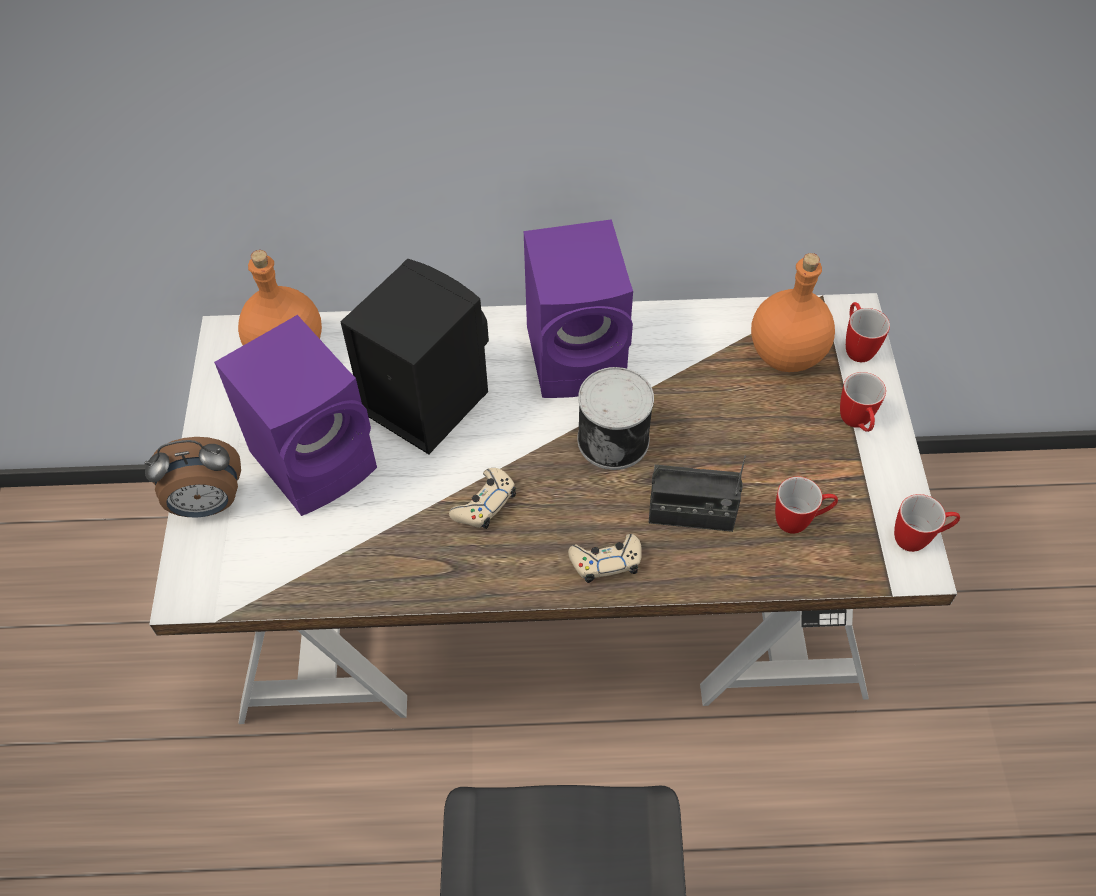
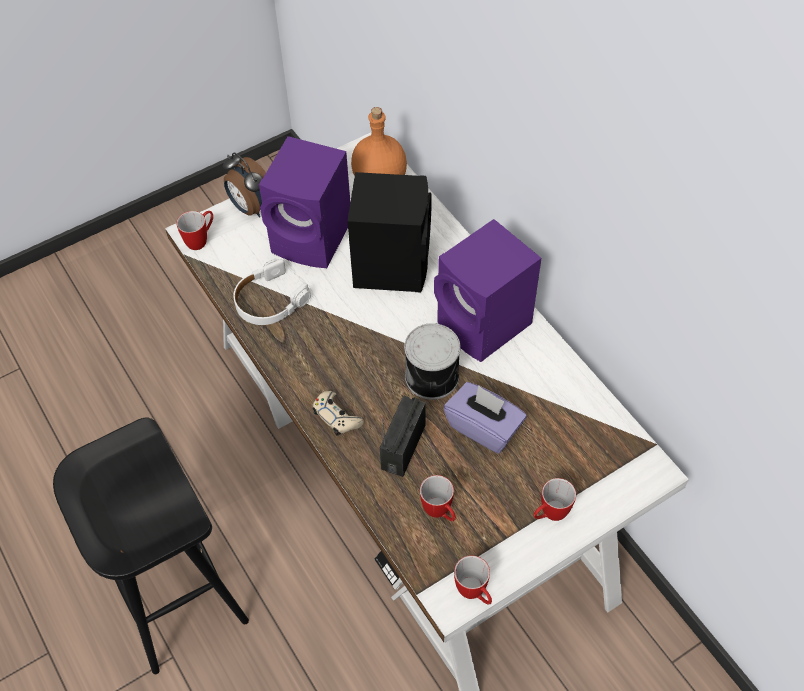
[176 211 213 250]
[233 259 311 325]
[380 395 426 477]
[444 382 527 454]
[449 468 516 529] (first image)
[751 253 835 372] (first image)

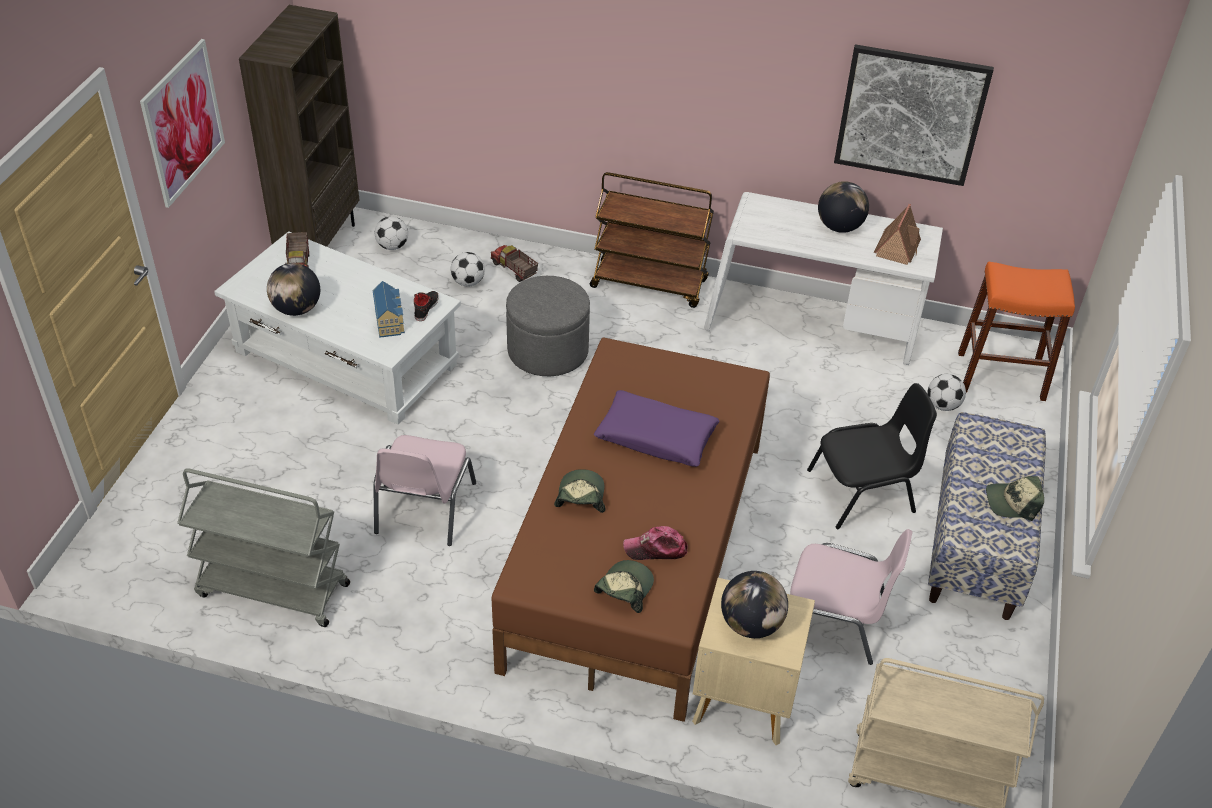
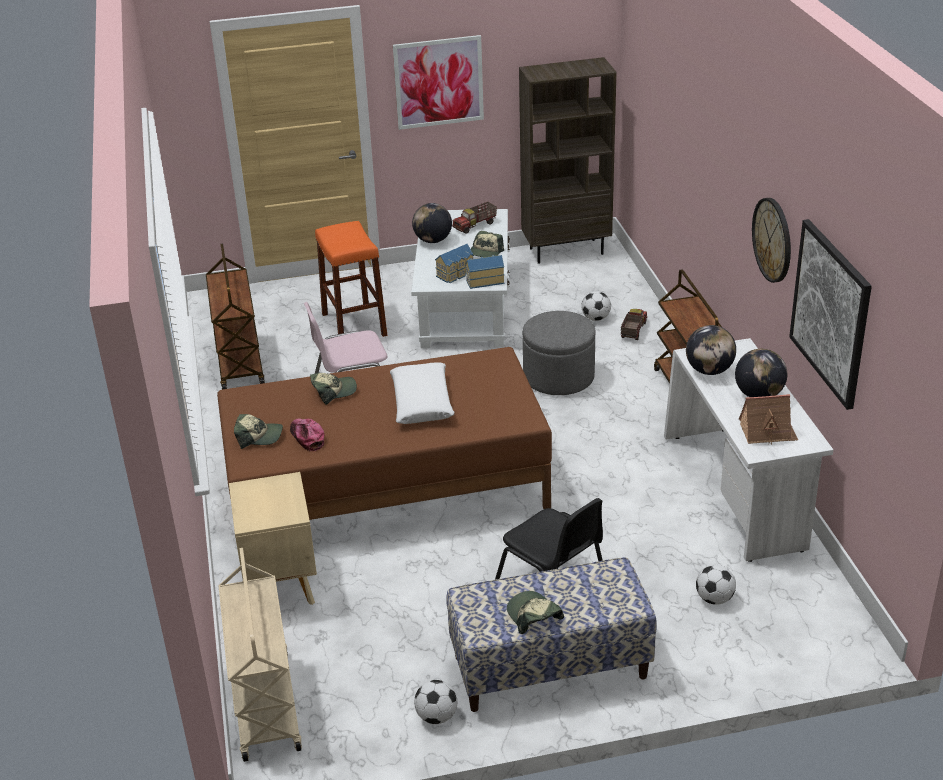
[206 244 265 390]
[315 221 387 337]
[390 362 455 424]
[414 680 457 724]
[465 255 505 289]
[471 231 504 257]
[686 325 736 375]
[752 198 791 283]
[790 529 912 665] (first image)

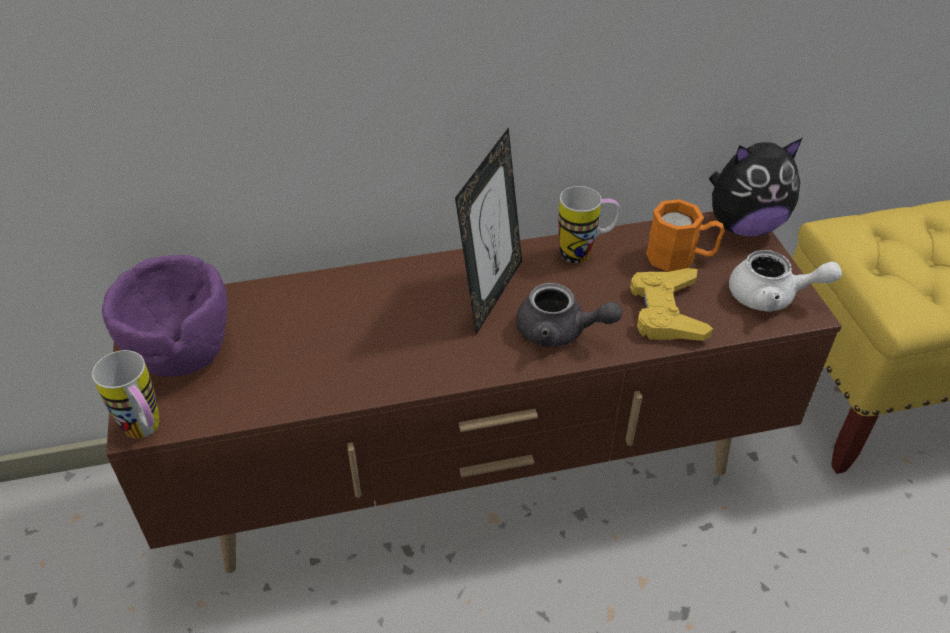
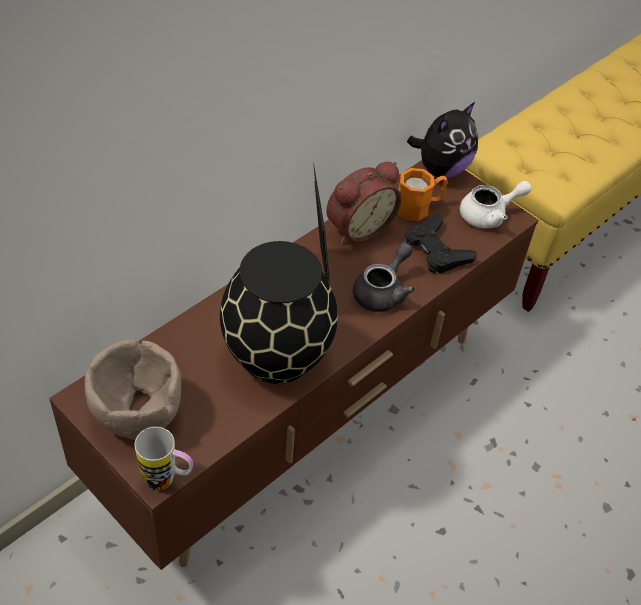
[85 339 181 440]
[220 241 338 384]
[326 162 401 244]
[353 242 415 312]
[405 213 477 274]

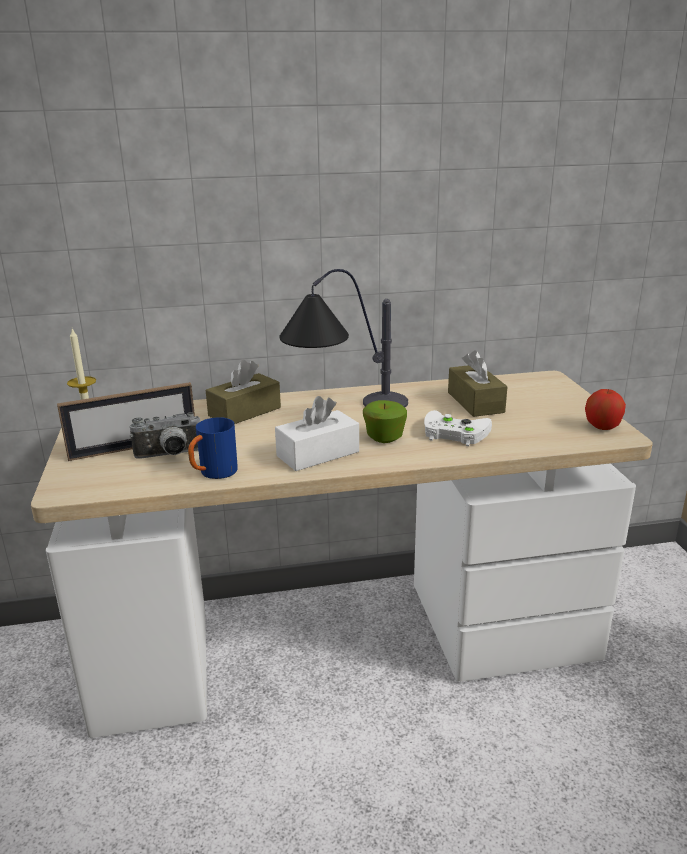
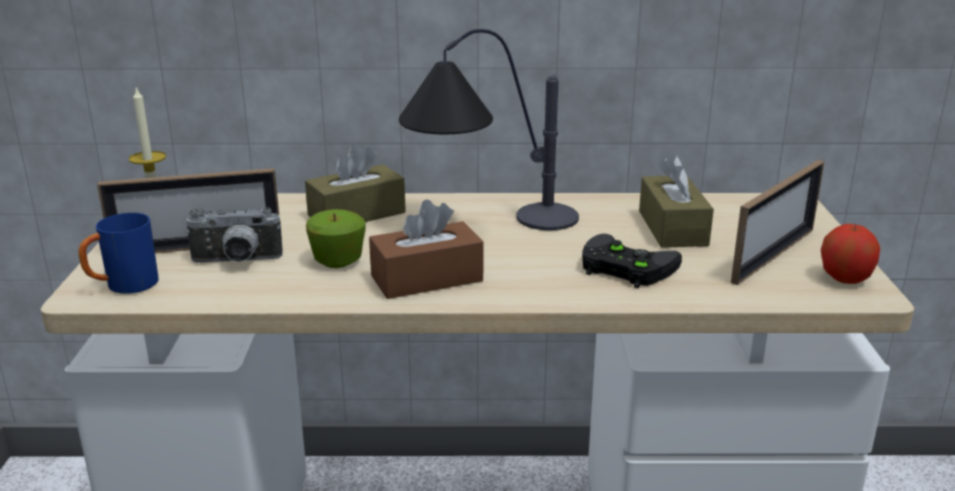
[79 213 159 294]
[306 209 366 268]
[369 199 483 299]
[582 234 682 288]
[731 160 824 285]

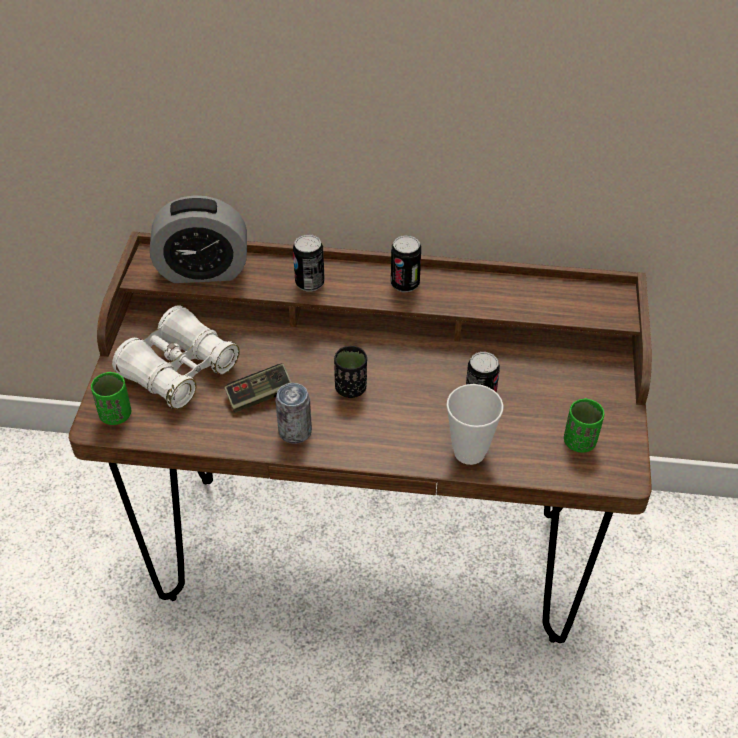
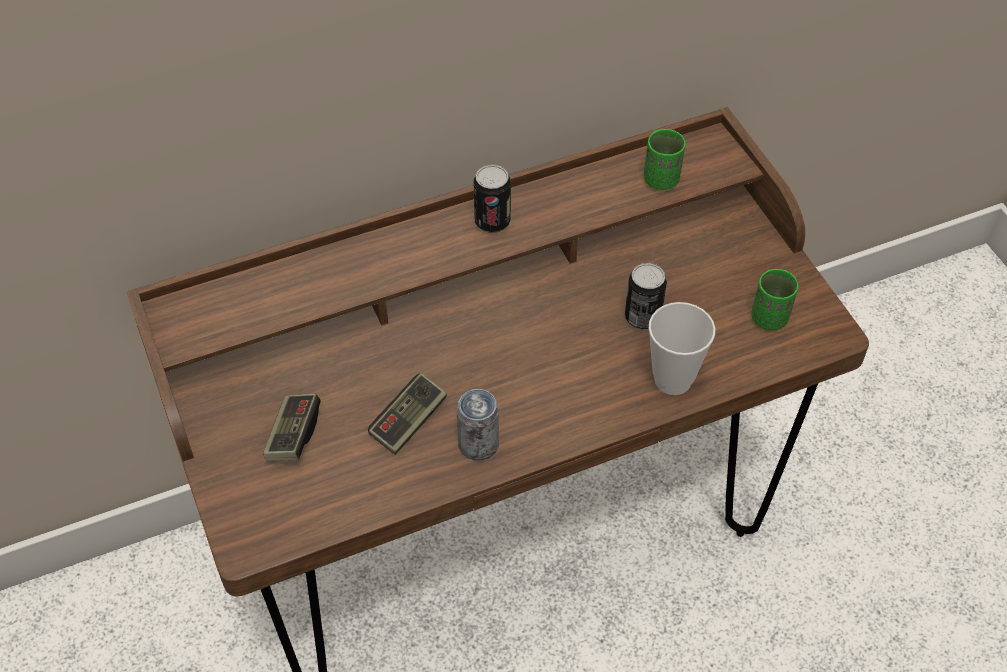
[263 394 321 461]
[644 129 686 190]
[150 195 247 283] (first image)
[293 234 325 292] (first image)
[334 346 367 398] (first image)

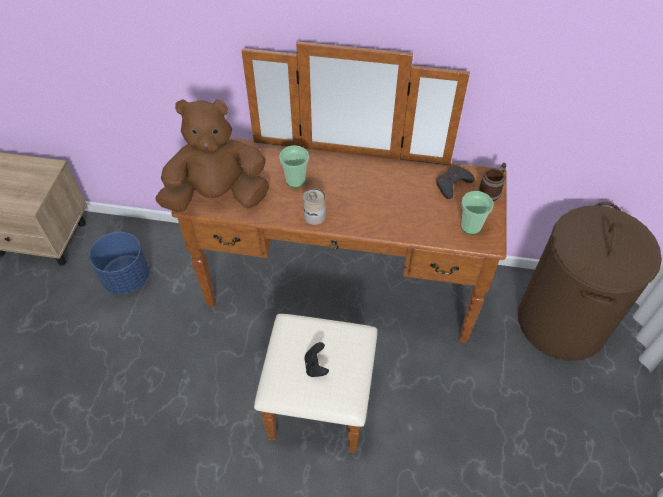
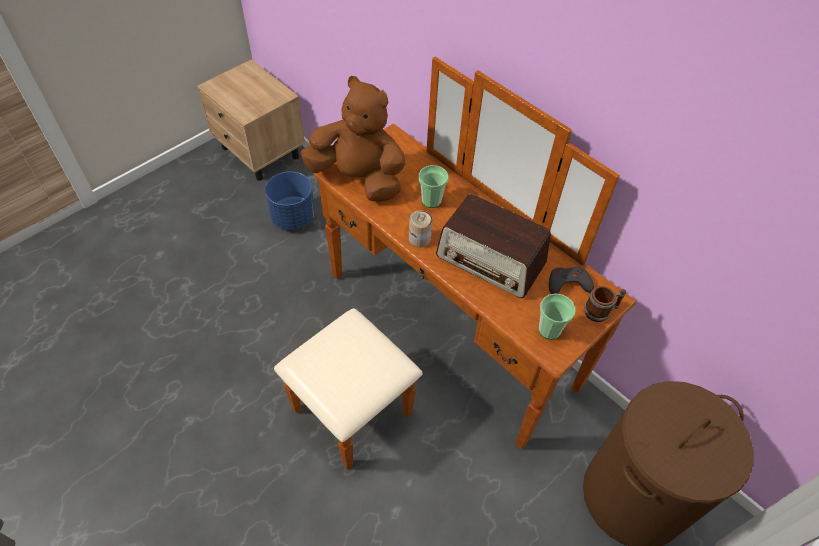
[436 194 551 298]
[304 342 329 377] (first image)

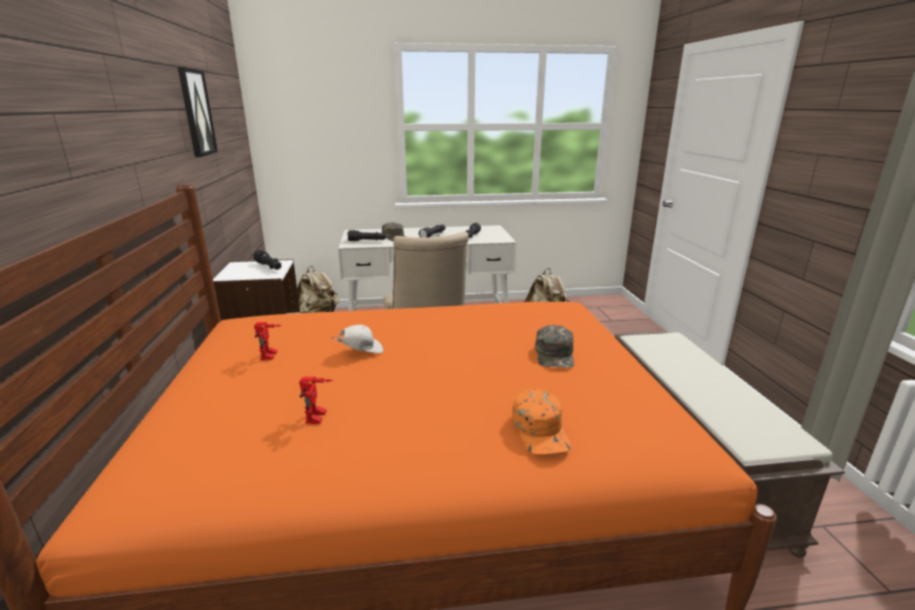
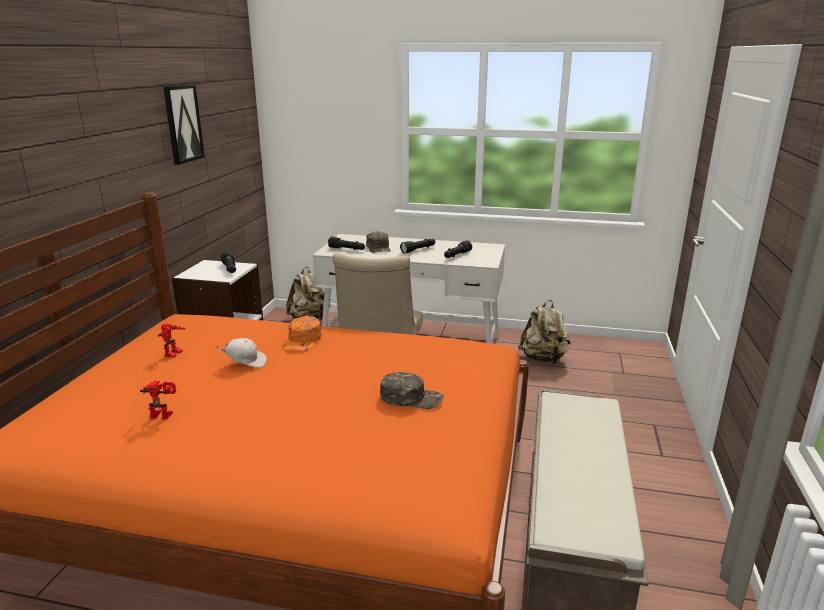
[140 381 176 420]
[283 316 322 351]
[380 372 444 409]

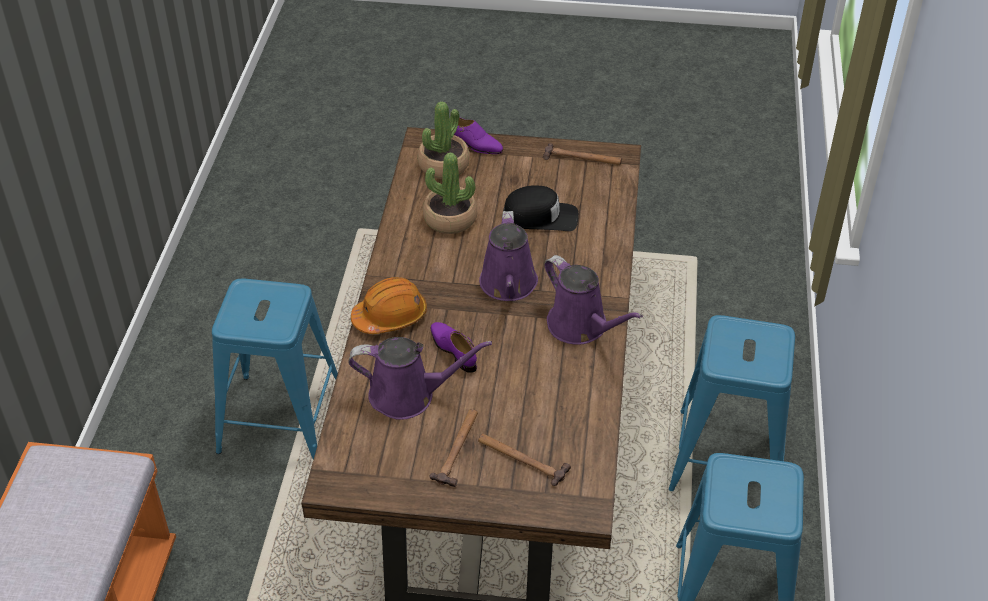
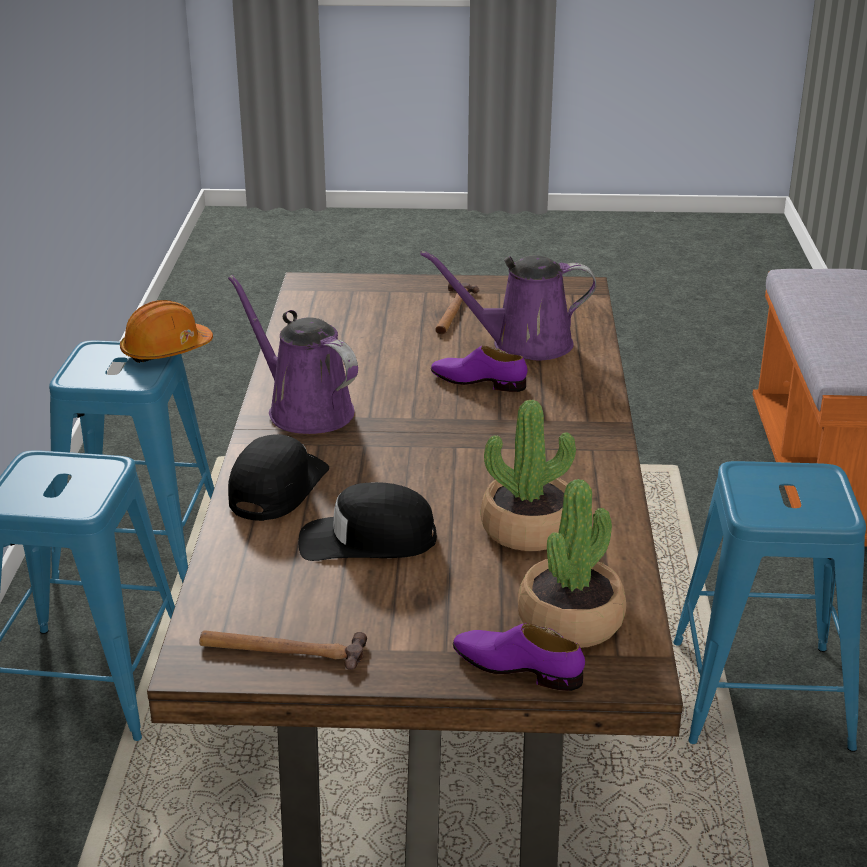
[120 300 213 363]
[228 434 329 521]
[431 346 527 392]
[478 434 571 486] (first image)
[479 211 538 301] (first image)

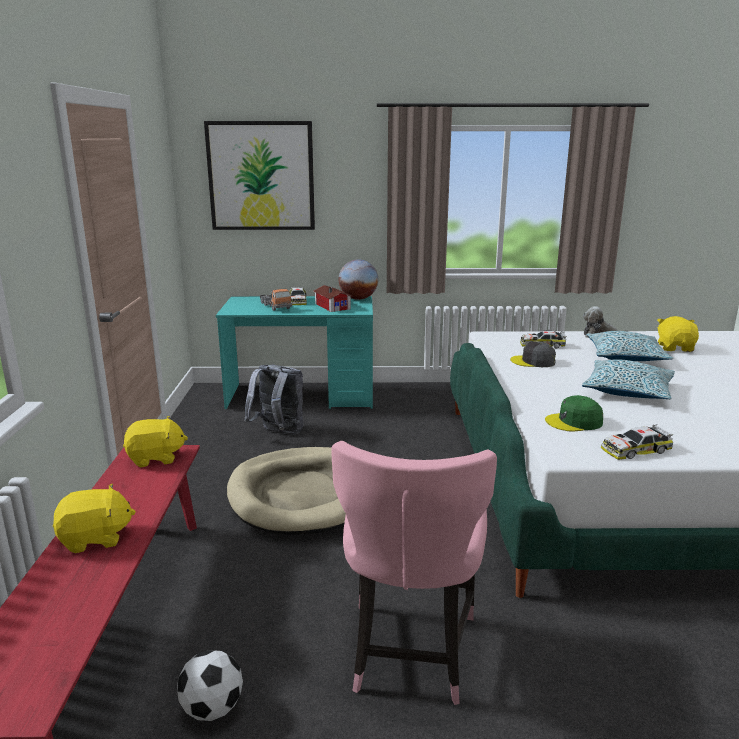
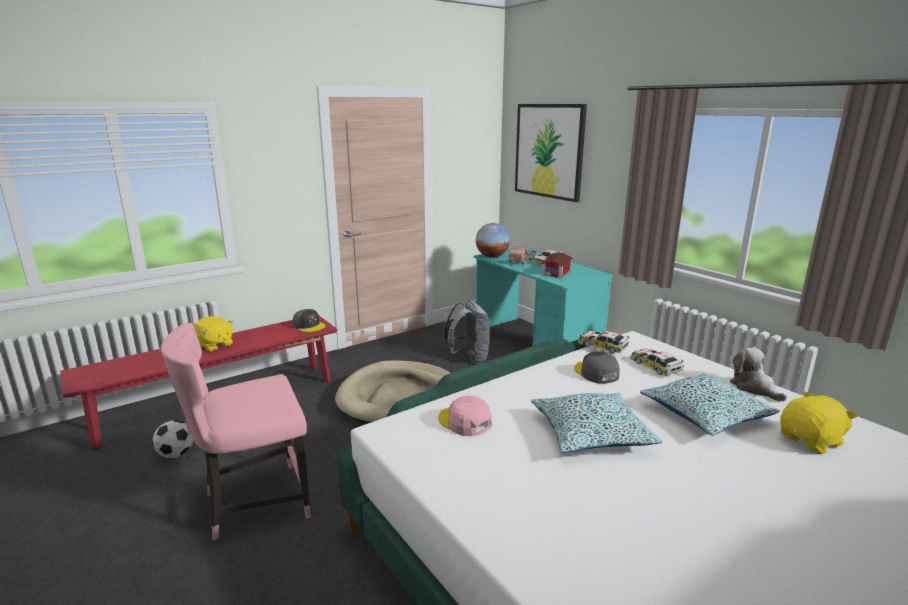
[292 309 325 332]
[438 395 492 436]
[476 223 510 258]
[577 331 629 353]

